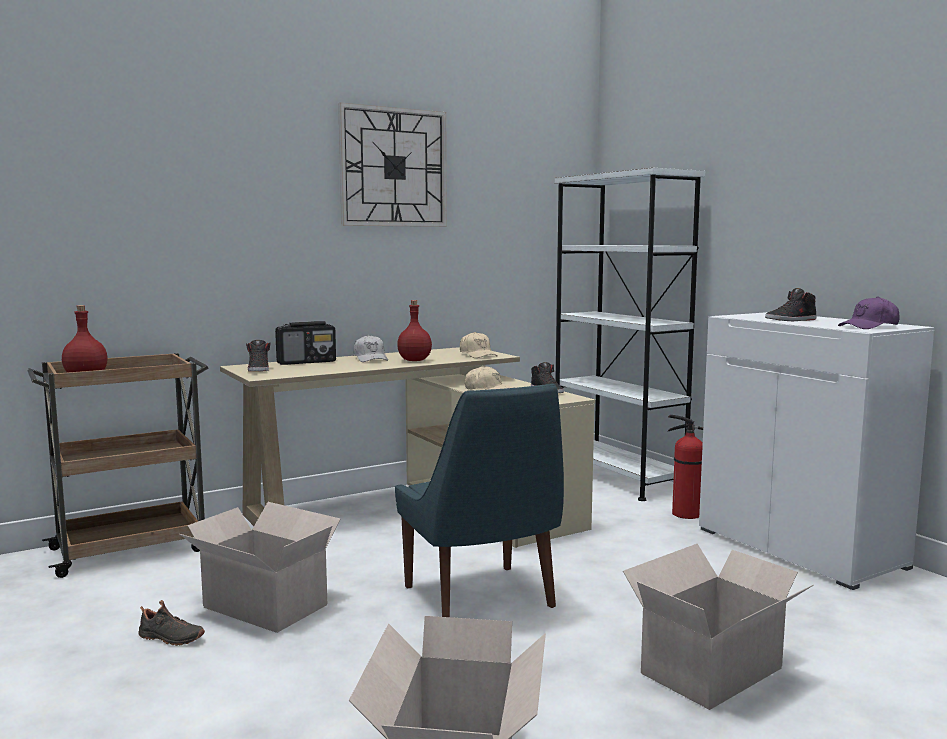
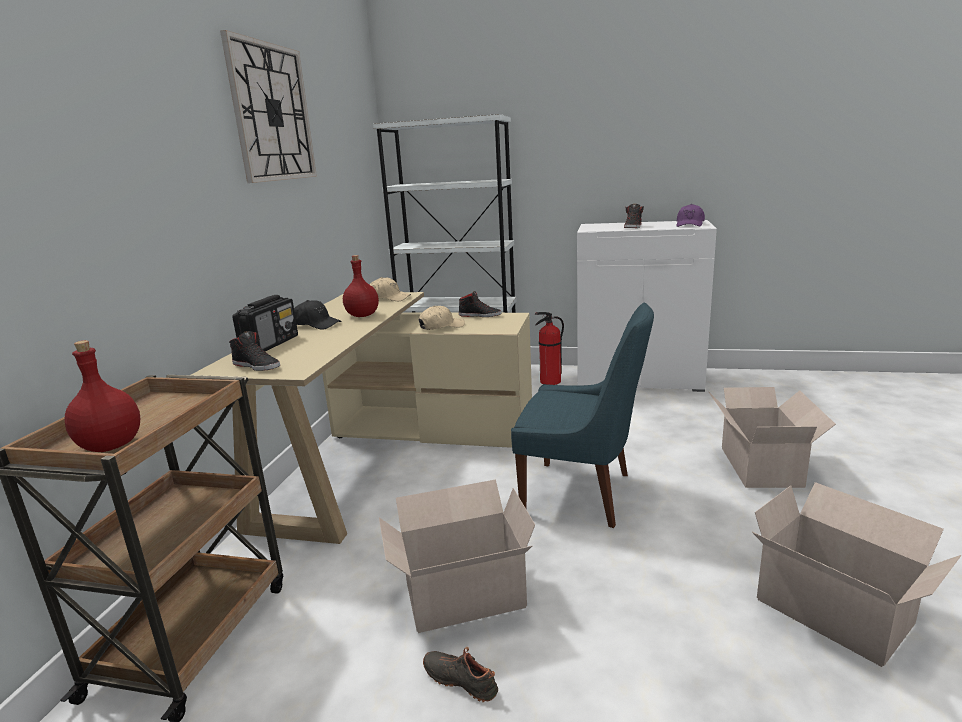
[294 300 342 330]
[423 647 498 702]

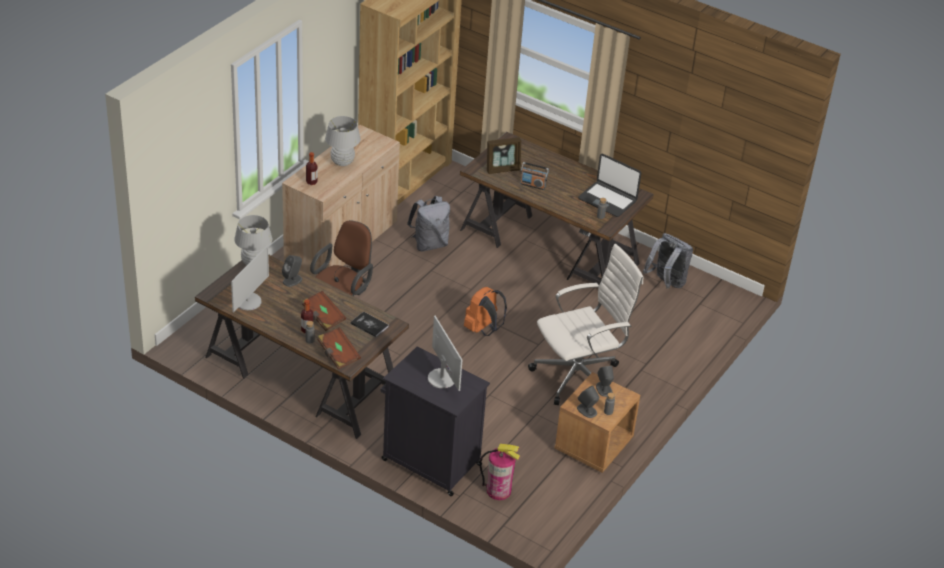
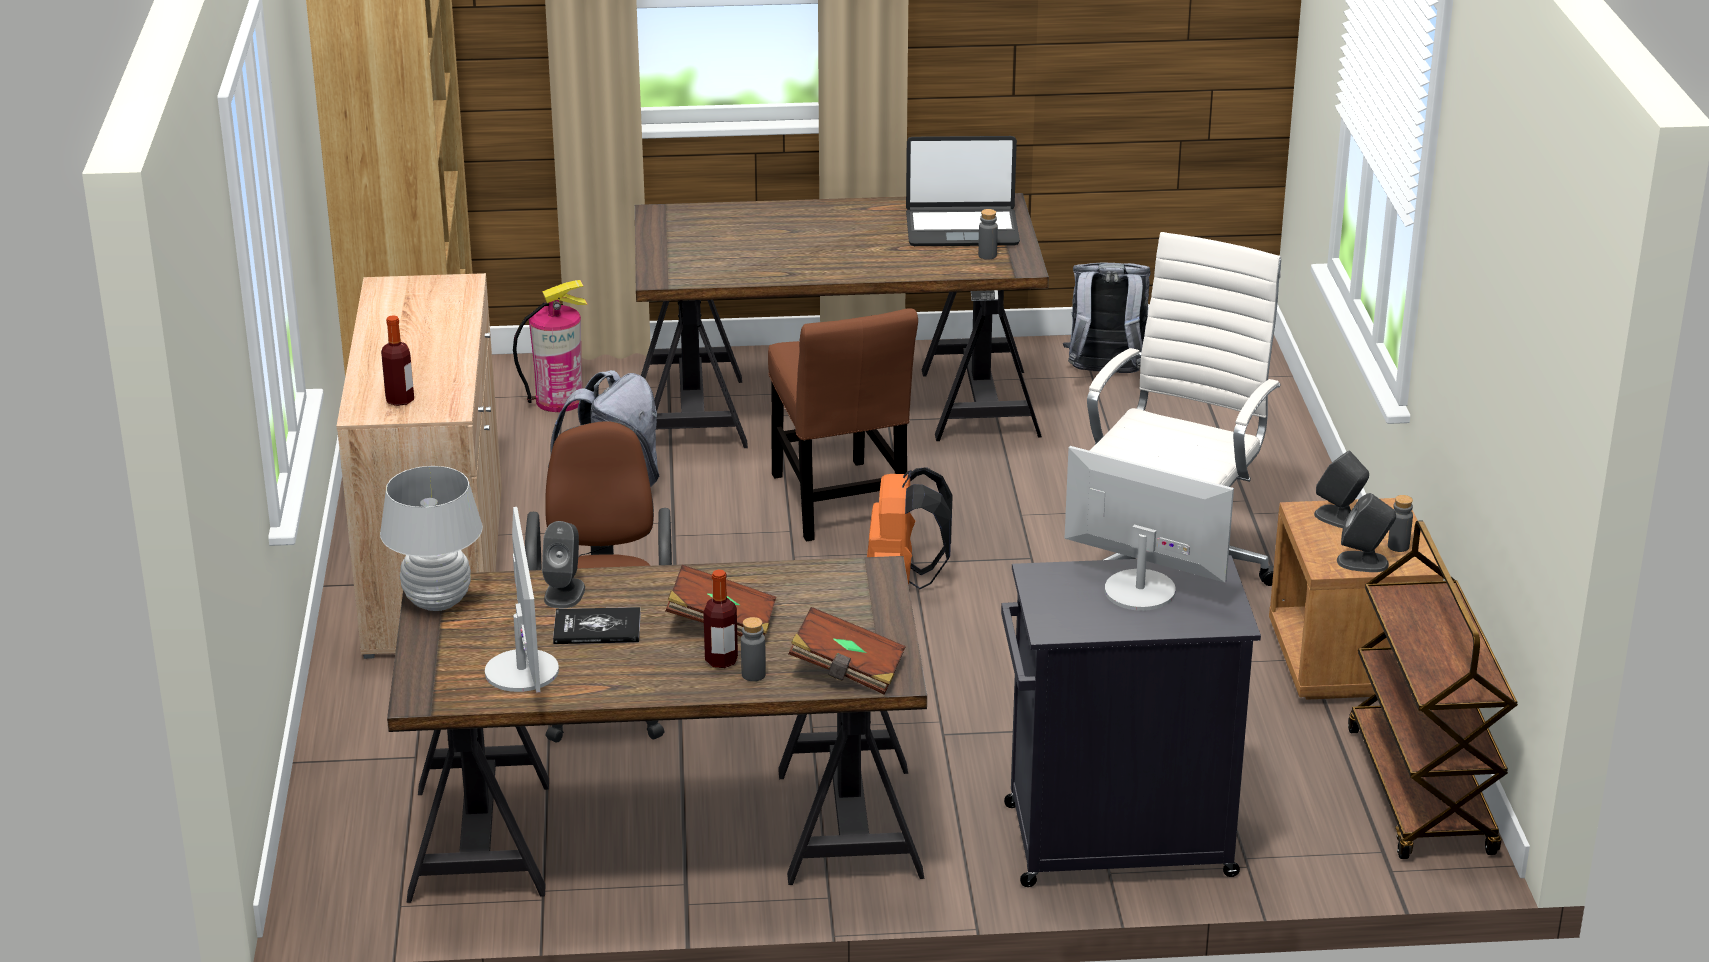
[513 280 588 412]
[553 607 641 644]
[768 308 918 541]
[1348 521 1518 859]
[325 116 361 166] (first image)
[487 137 521 174] (first image)
[520 162 549 190] (first image)

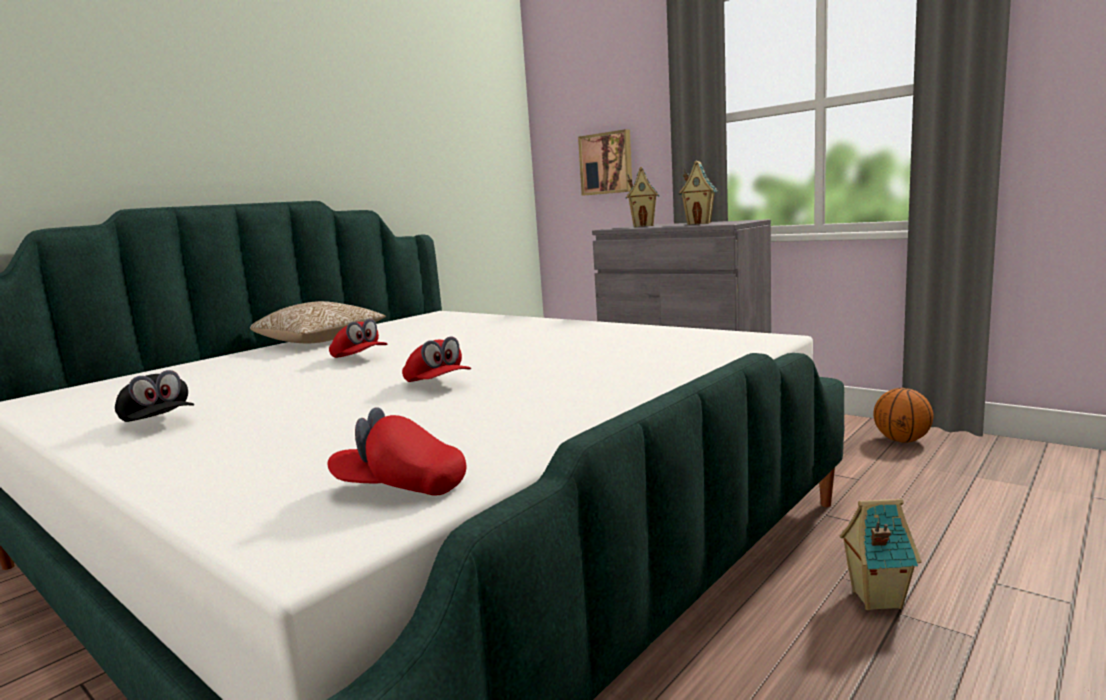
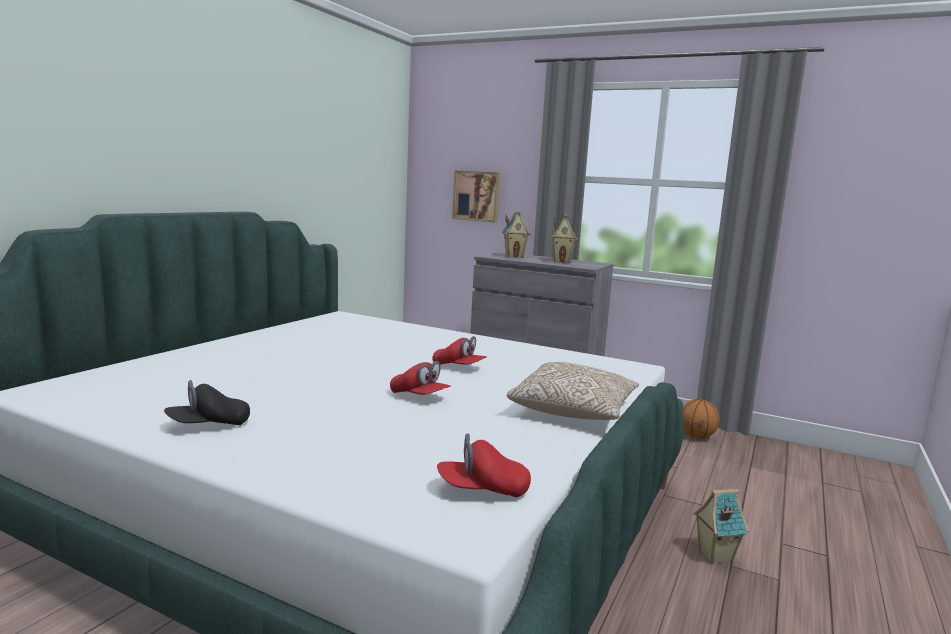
[164 380 250 425]
[432 336 487 365]
[507 362 639 420]

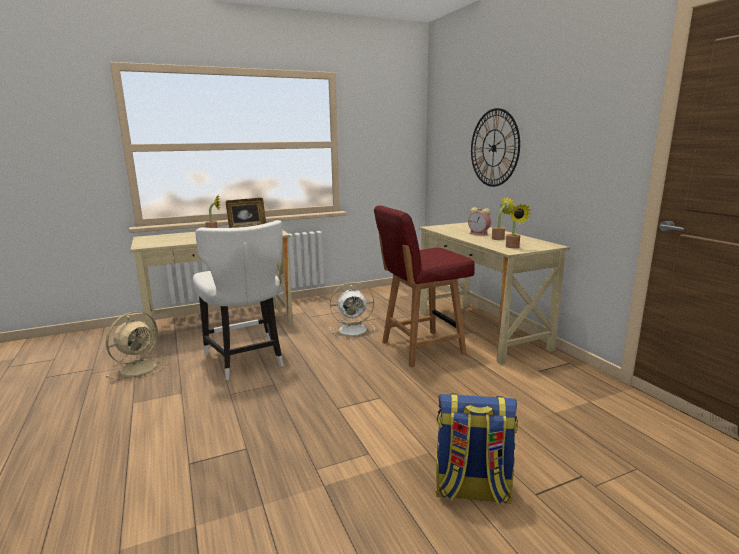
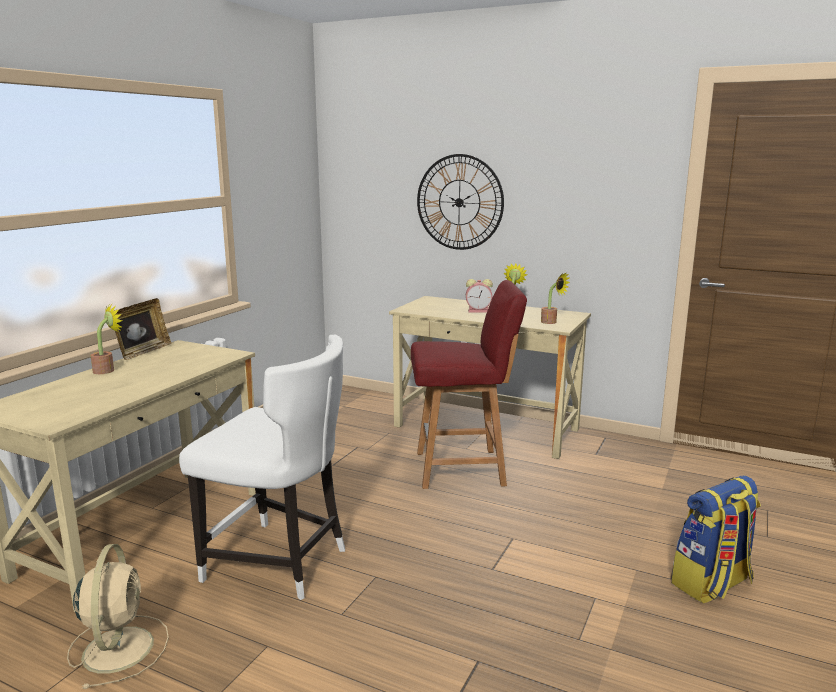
[411 280 527 489]
[329 282 375 339] (first image)

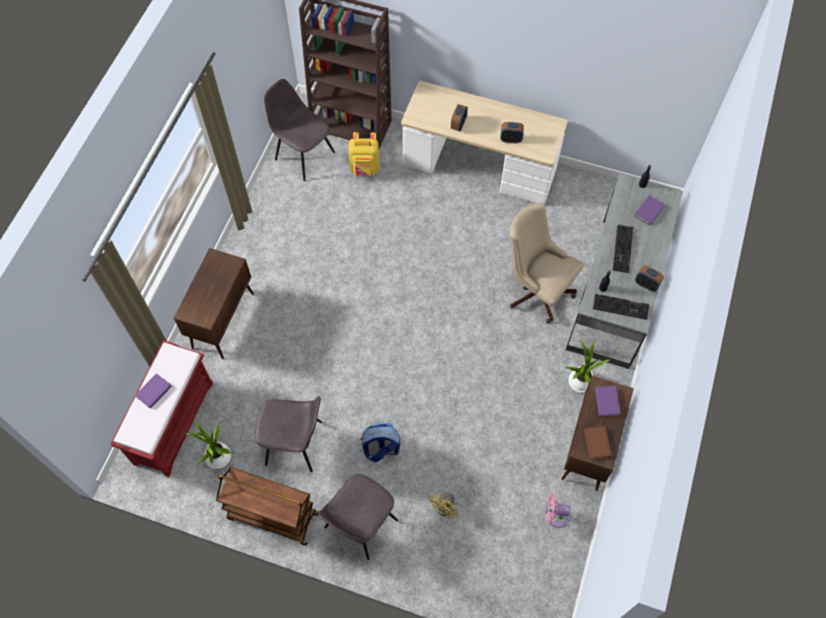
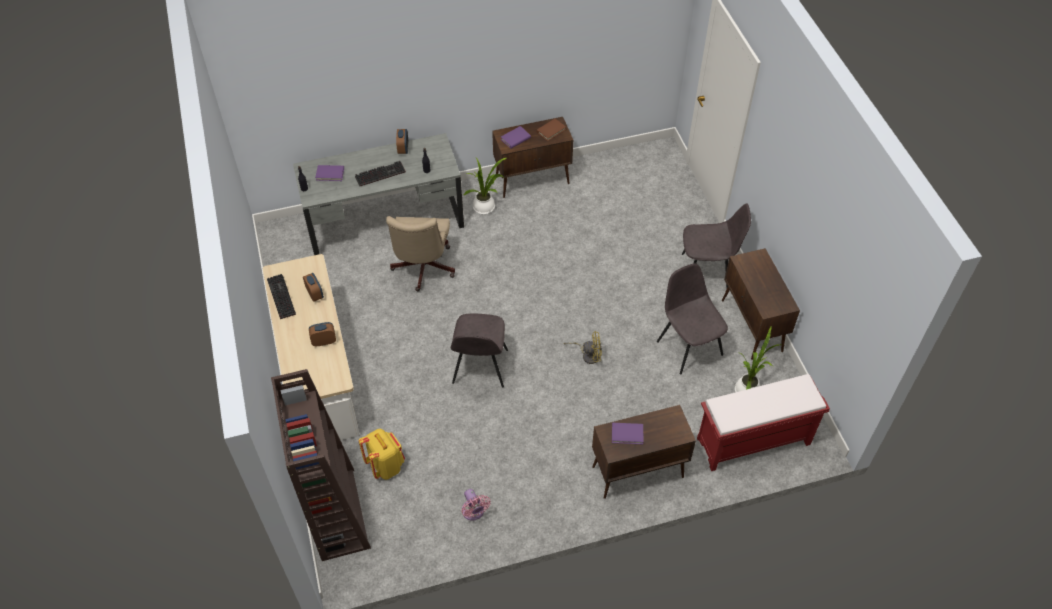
[267 274 296 319]
[451 314 508 387]
[462 489 491 521]
[564 331 602 364]
[612 423 644 444]
[722 248 800 360]
[360 423 400 462] (first image)

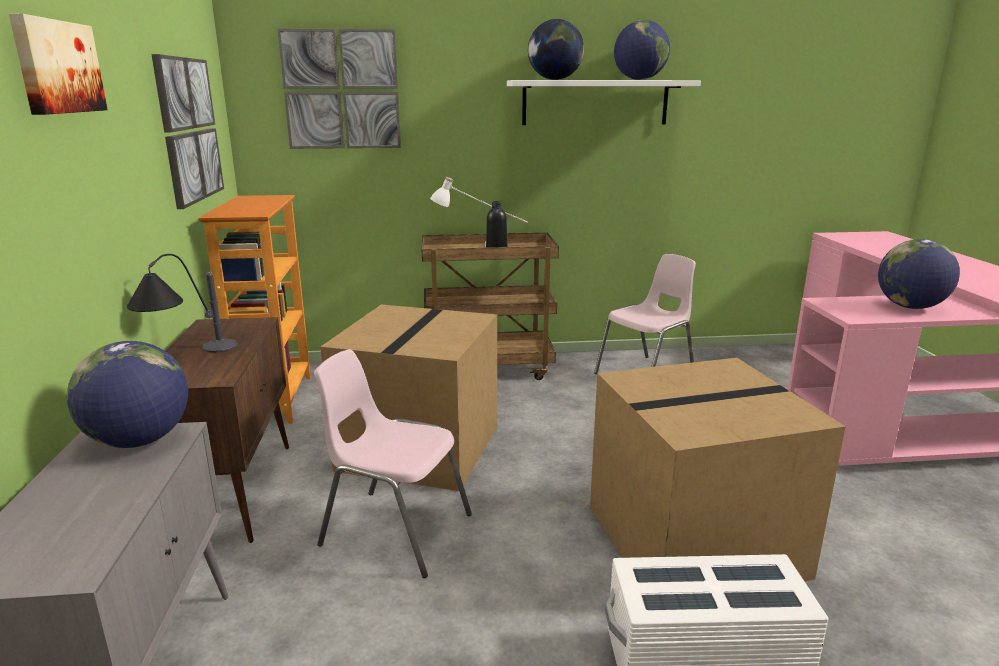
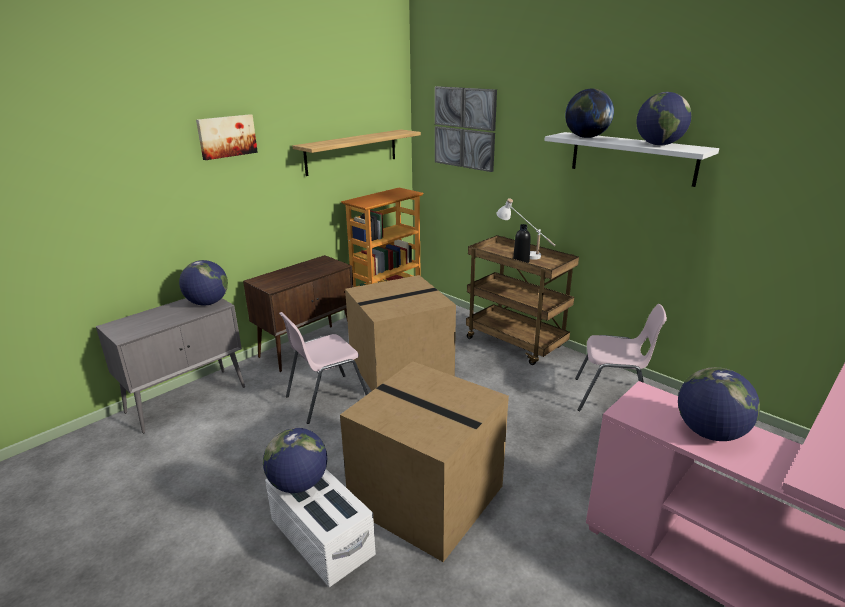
[263 428 327 493]
[279 312 368 424]
[293 129 421 176]
[127 254 238 353] (first image)

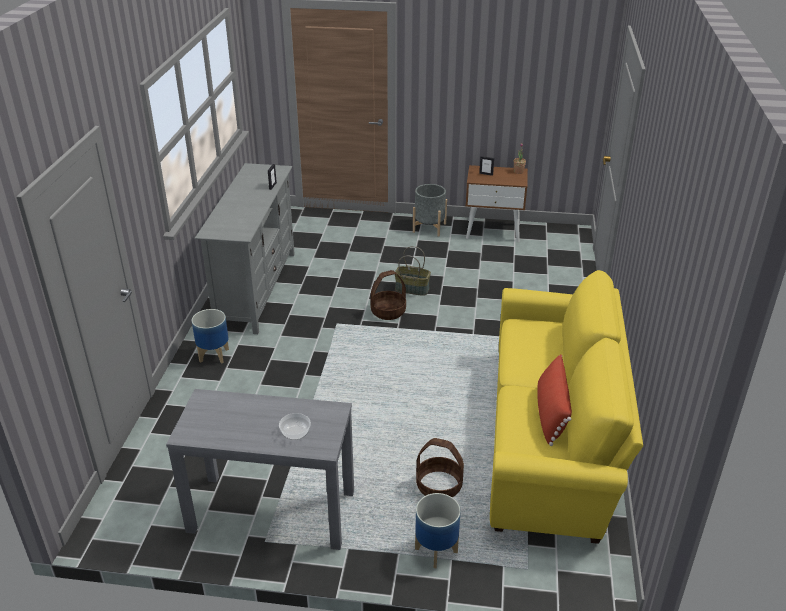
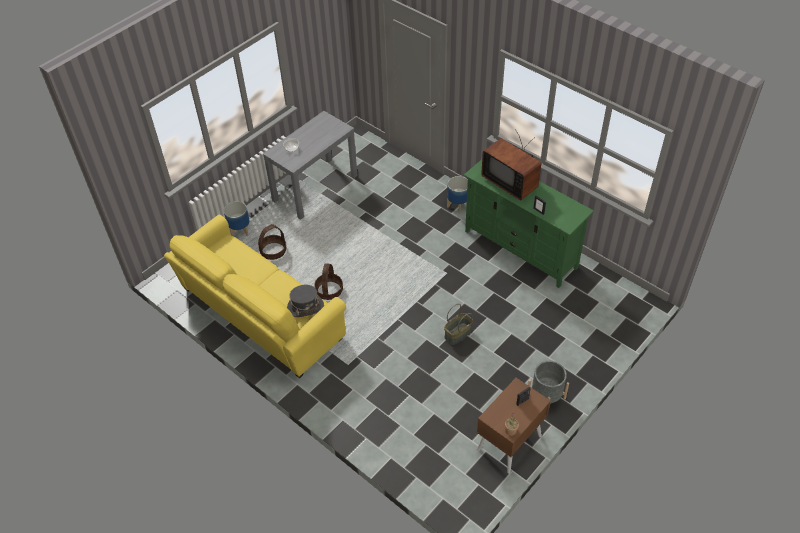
[287 285 324 317]
[314 263 343 300]
[464 160 594 288]
[481 129 541 200]
[537 354 572 446] (first image)

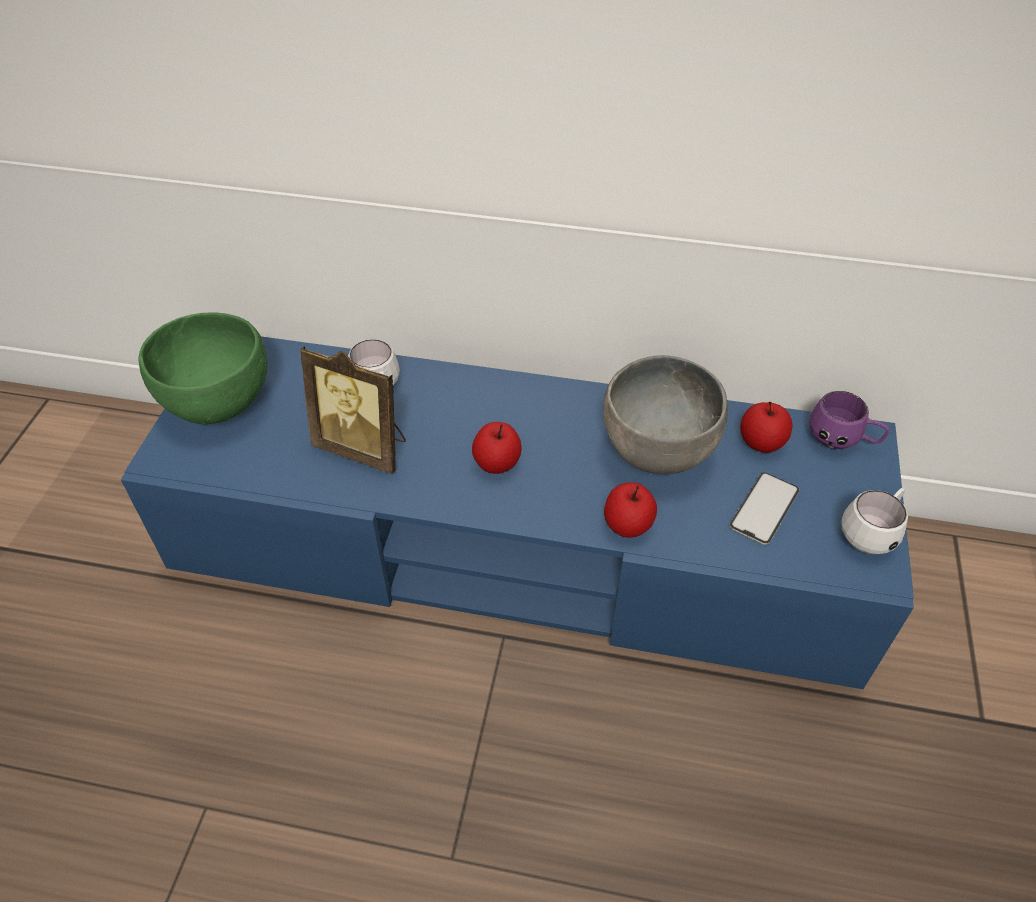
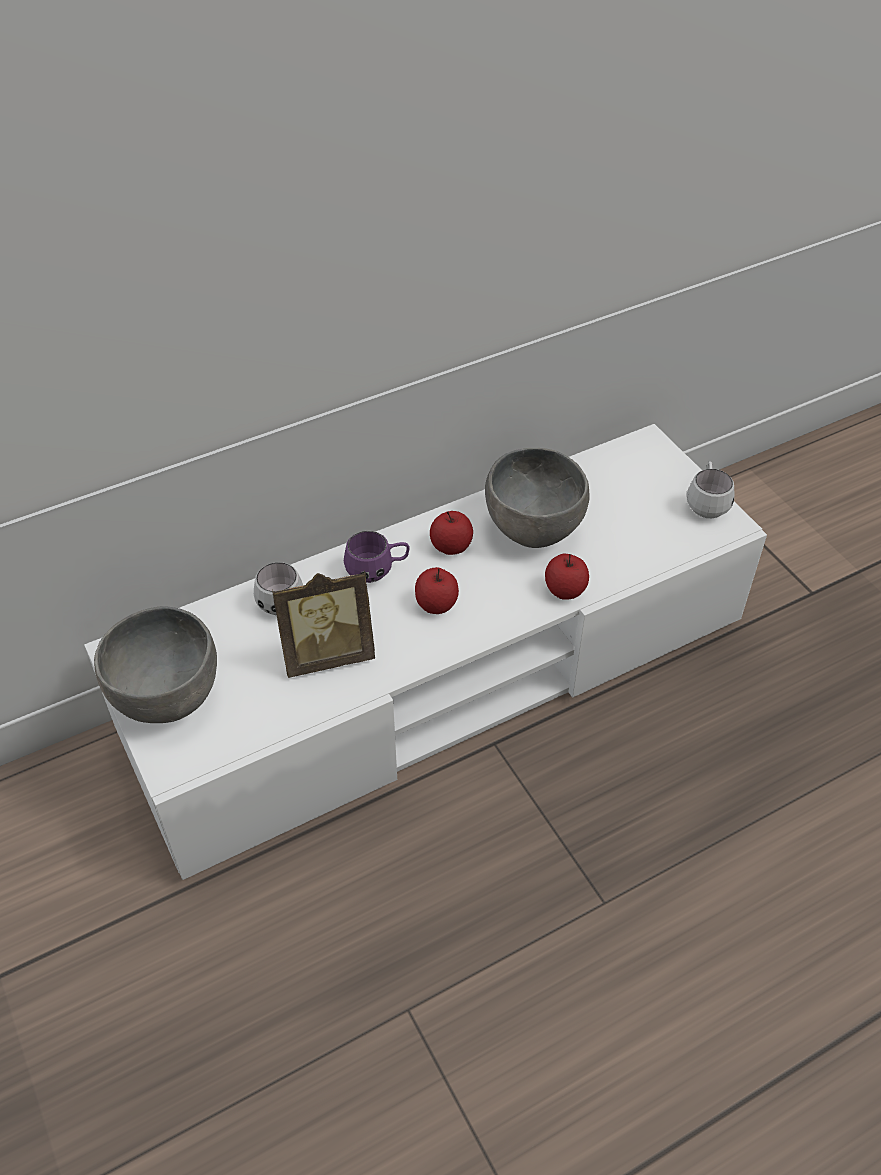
[84 424 767 880]
[94 606 217 723]
[344 531 410 583]
[430 511 473 555]
[729 472 799 545] (first image)

